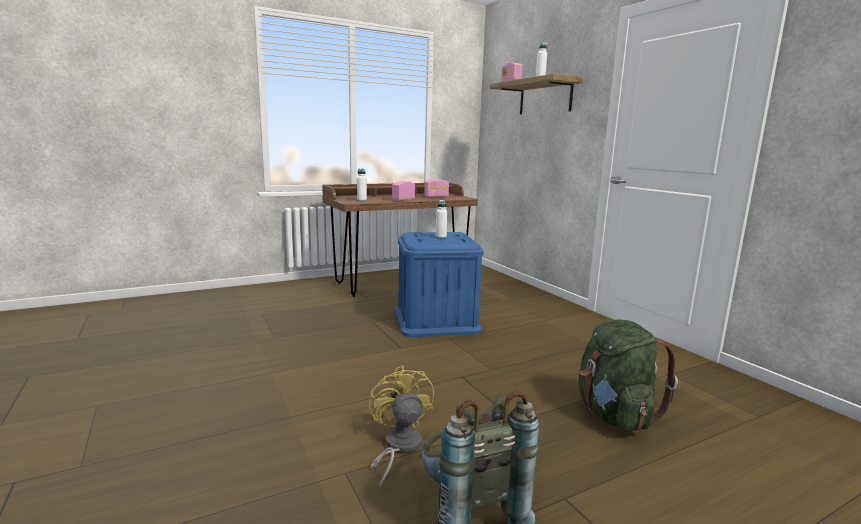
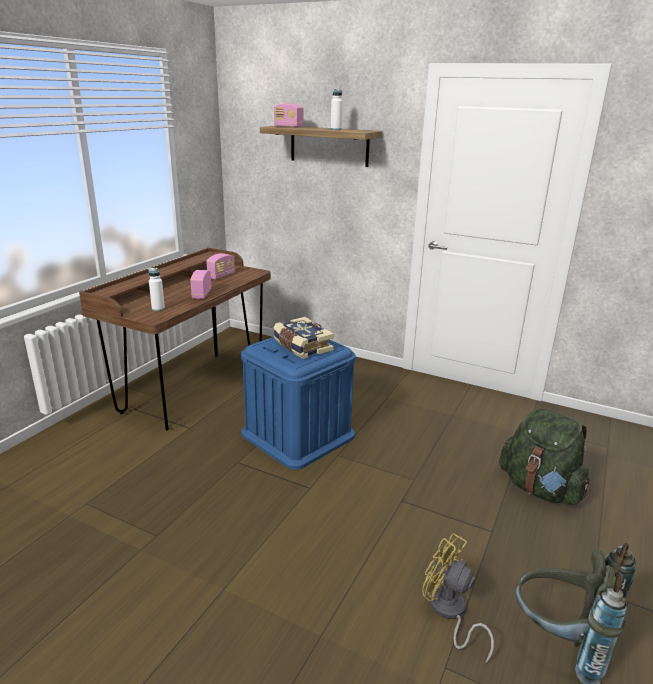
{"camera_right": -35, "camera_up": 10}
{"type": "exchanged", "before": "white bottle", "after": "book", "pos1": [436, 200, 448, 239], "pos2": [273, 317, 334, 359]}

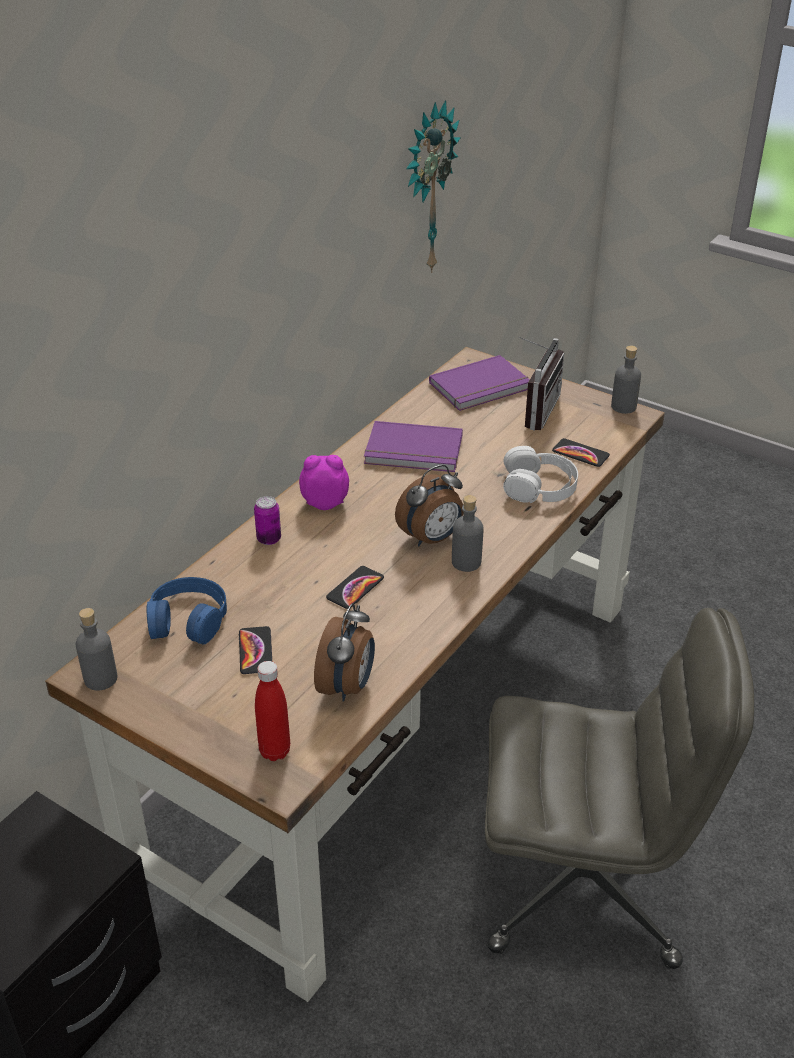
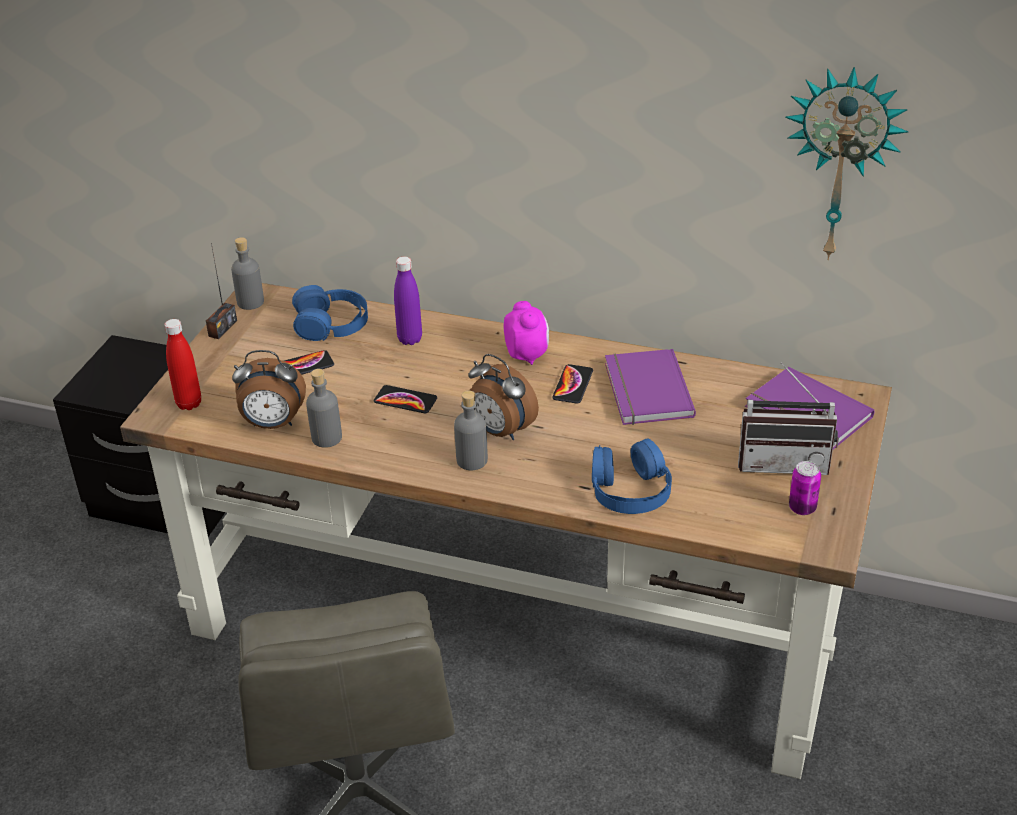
{"camera_right": 75, "camera_up": 0}
{"type": "relocated", "before": "can", "pos1": [254, 496, 281, 545], "pos2": [789, 461, 821, 515]}
{"type": "colour", "before": "white headphones", "after": "blue headphones", "pos1": [503, 446, 578, 503], "pos2": [592, 439, 672, 514]}
{"type": "relocated", "before": "phone", "pos1": [552, 438, 610, 467], "pos2": [552, 364, 593, 404]}
{"type": "relocated", "before": "grey bottle", "pos1": [611, 345, 641, 414], "pos2": [306, 369, 342, 448]}
{"type": "appeared", "after": "radio", "pos2": [206, 243, 237, 339]}
{"type": "appeared", "after": "purple bottle", "pos2": [394, 256, 422, 345]}

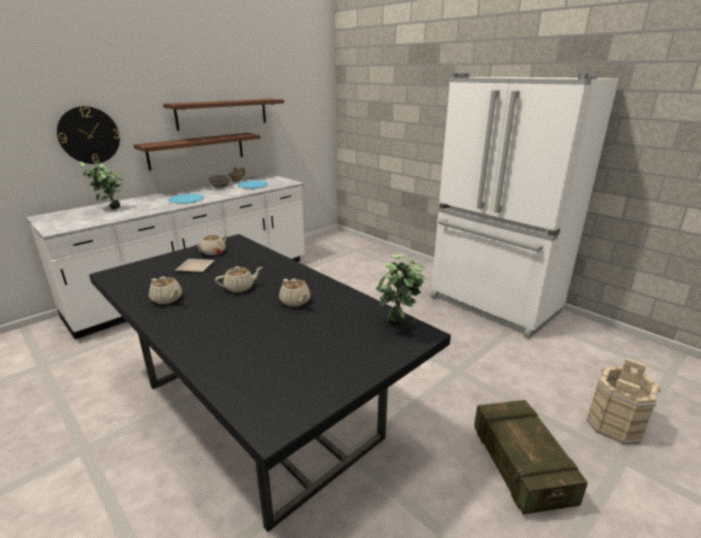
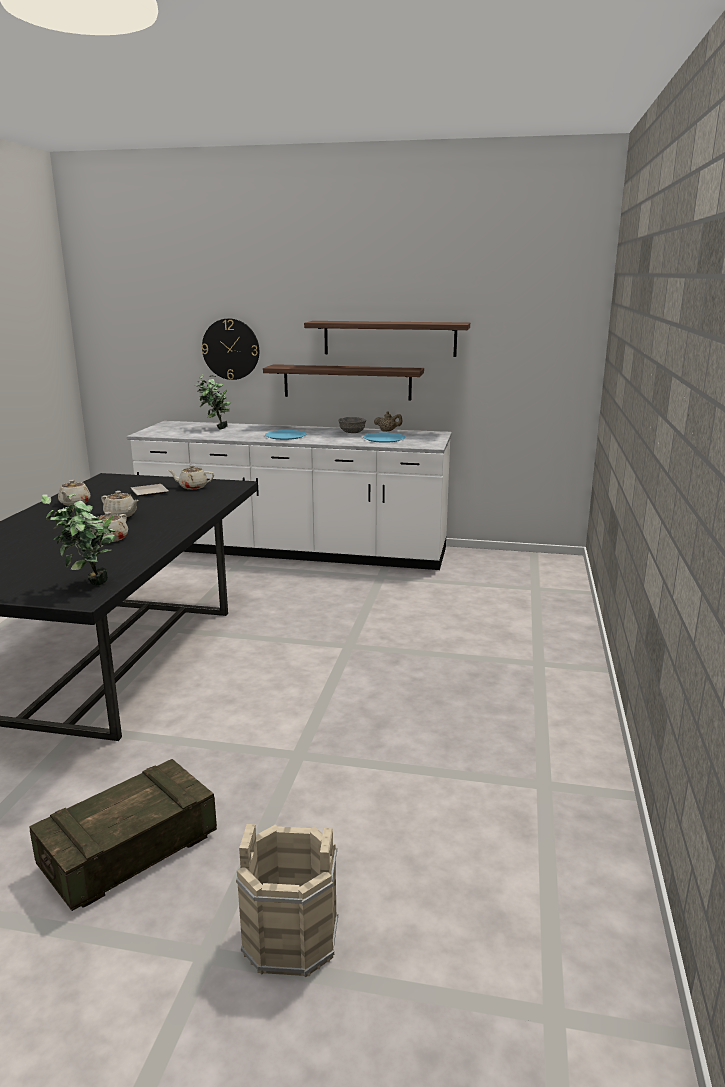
{"camera_right": 55, "camera_up": -5}
{"type": "missing", "before": "white fridge", "pos1": [430, 73, 619, 339]}

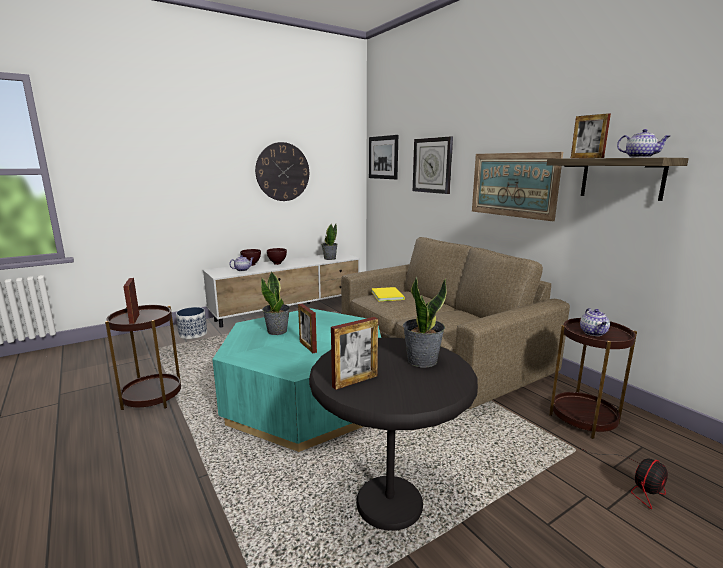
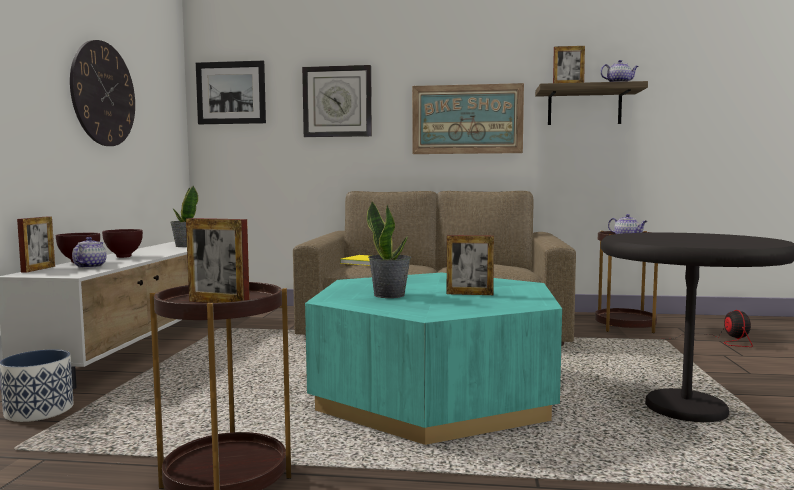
{"camera_right": -50, "camera_up": -10}
{"type": "relocated", "before": "picture frame", "pos1": [331, 317, 378, 390], "pos2": [17, 217, 55, 273]}
{"type": "missing", "before": "potted plant", "pos1": [403, 277, 447, 367]}

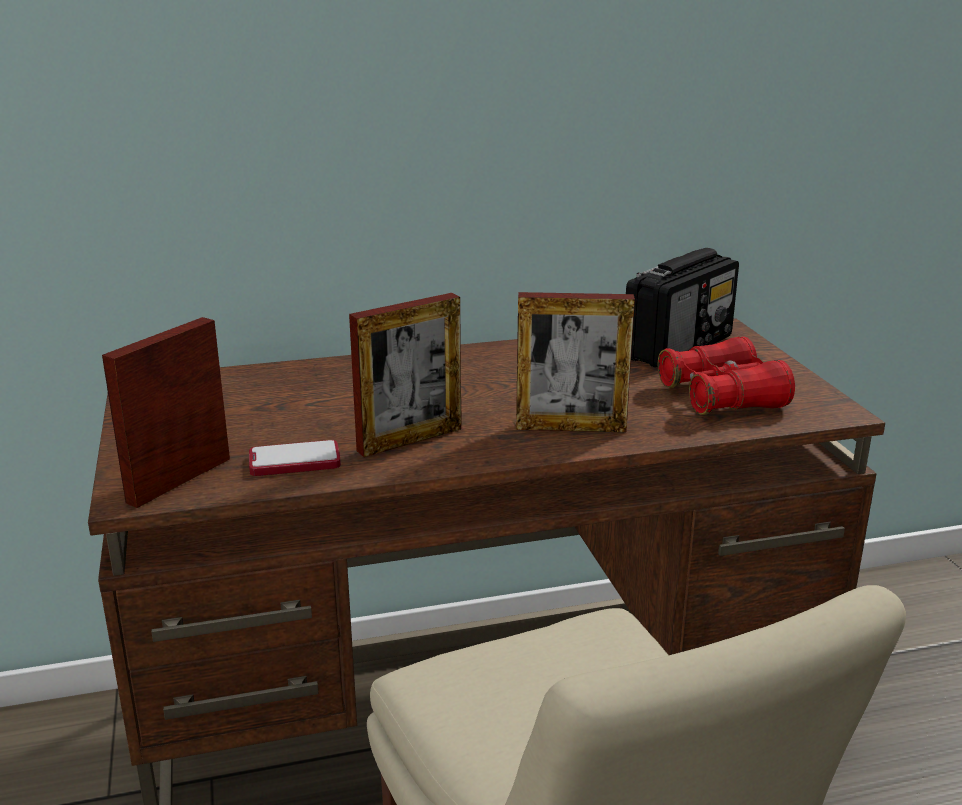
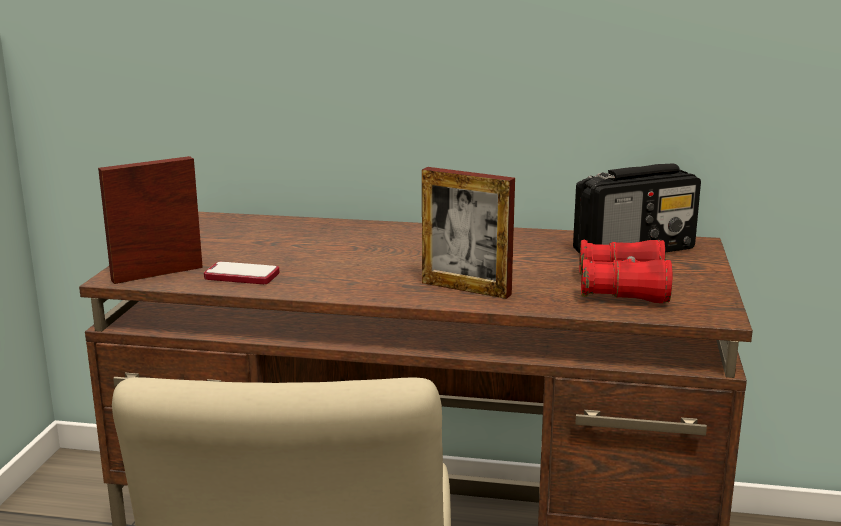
{"camera_right": 25, "camera_up": -5}
{"type": "missing", "before": "picture frame", "pos1": [349, 293, 461, 457]}

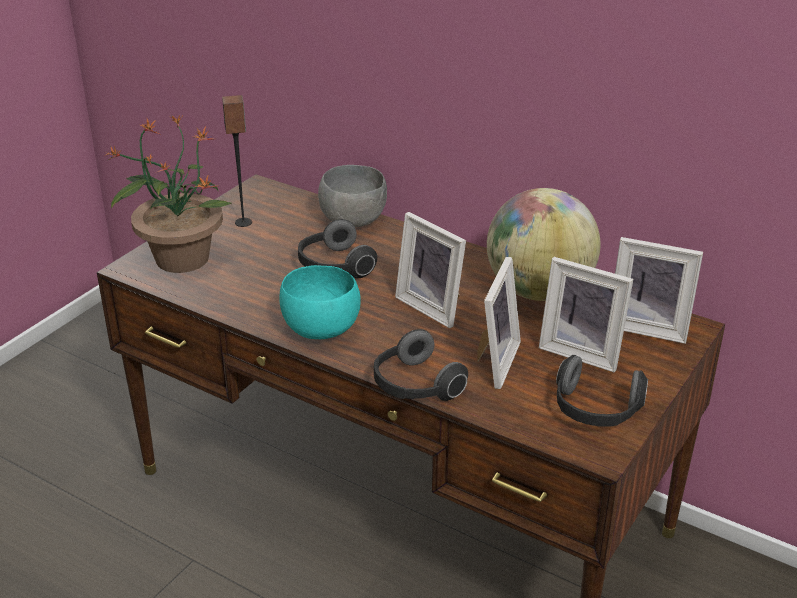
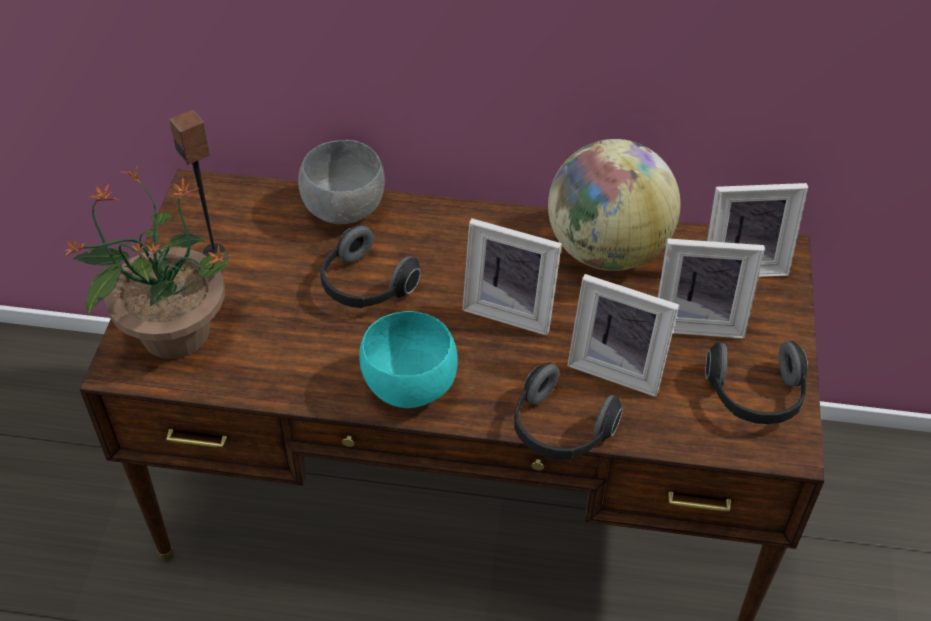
{"camera_right": -25, "camera_up": 15}
{"type": "spun", "before": "picture frame", "pos1": [477, 257, 521, 389], "pos2": [567, 274, 679, 397], "turn": 120}

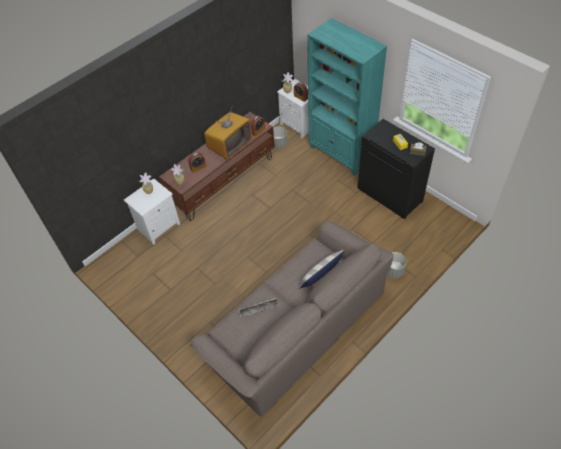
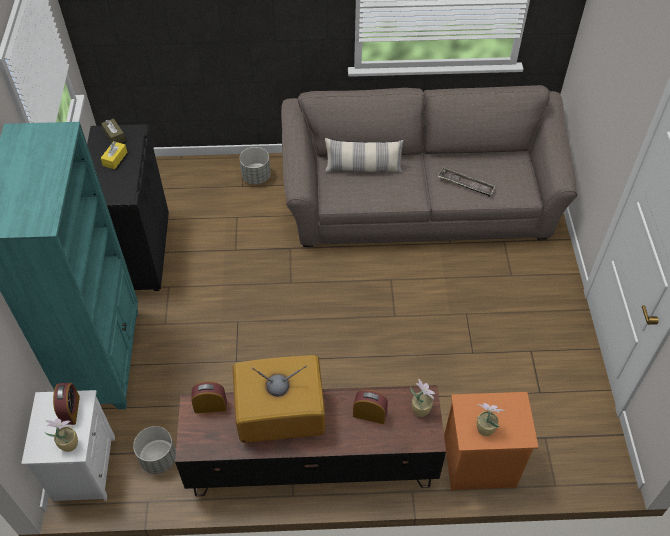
{"camera_right": -140, "camera_up": 0}
{"type": "colour", "before": "white nightstand", "after": "orange nightstand", "pos1": [124, 178, 180, 245], "pos2": [444, 392, 539, 490]}

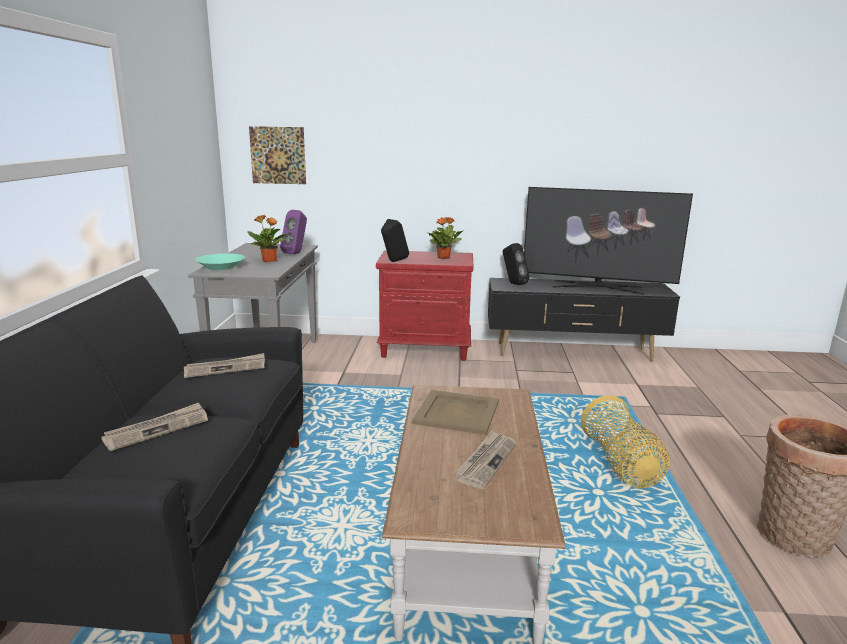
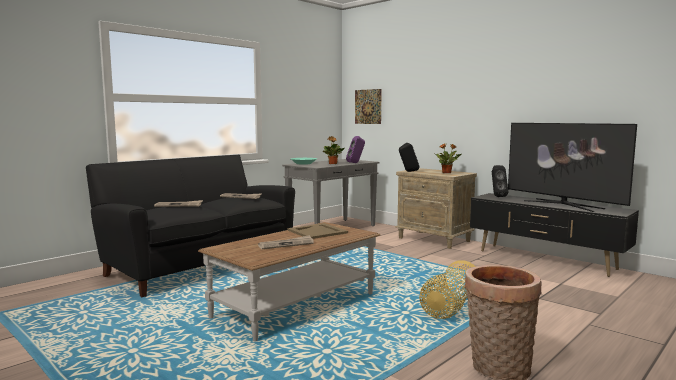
{"camera_right": 40, "camera_up": -10}
{"type": "colour", "before": "red nightstand", "after": "beige nightstand", "pos1": [376, 250, 473, 361], "pos2": [395, 168, 477, 249]}

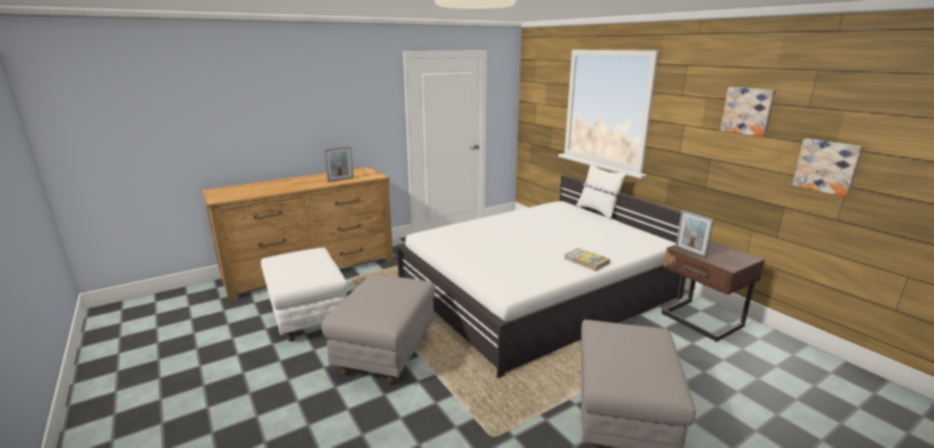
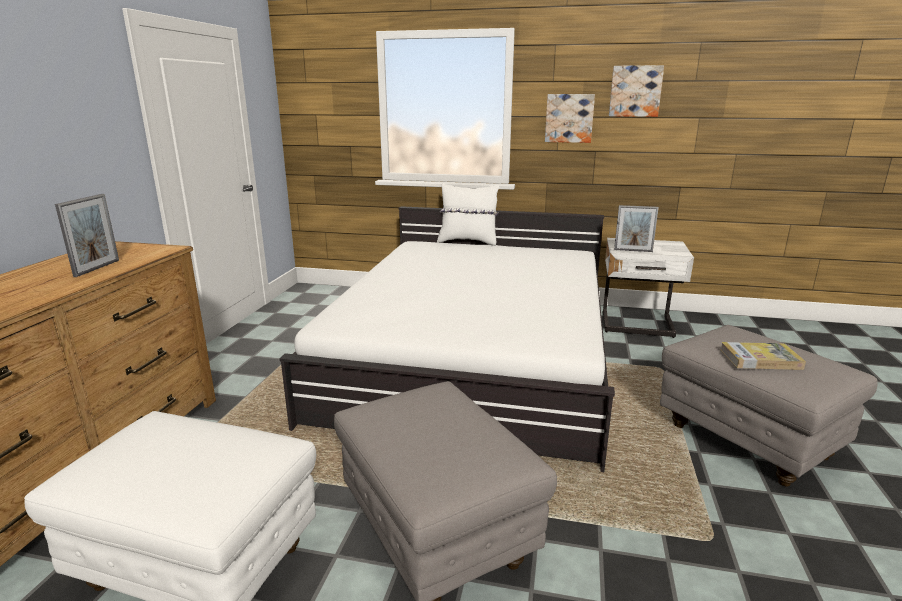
{"camera_right": -45, "camera_up": 0}
{"type": "relocated", "before": "book", "pos1": [564, 248, 610, 271], "pos2": [720, 342, 806, 370]}
{"type": "colour", "before": "brown nightstand", "after": "white nightstand", "pos1": [662, 241, 765, 342], "pos2": [603, 238, 694, 338]}
{"type": "relocated", "before": "picture", "pos1": [792, 138, 863, 197], "pos2": [545, 94, 595, 143]}

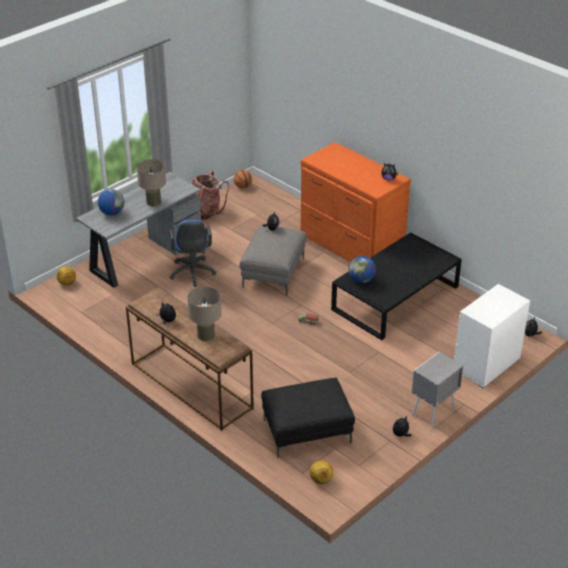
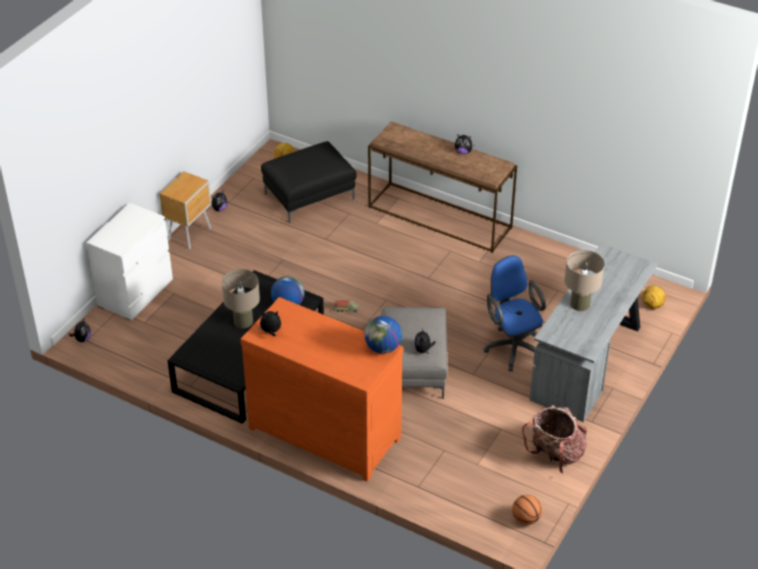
{"camera_right": 165, "camera_up": 5}
{"type": "relocated", "before": "globe", "pos1": [98, 189, 124, 216], "pos2": [364, 316, 402, 354]}
{"type": "relocated", "before": "beige table lamp", "pos1": [187, 287, 222, 341], "pos2": [222, 269, 260, 328]}
{"type": "colour", "before": "grey nightstand", "after": "brown nightstand", "pos1": [412, 352, 463, 428], "pos2": [159, 171, 211, 249]}

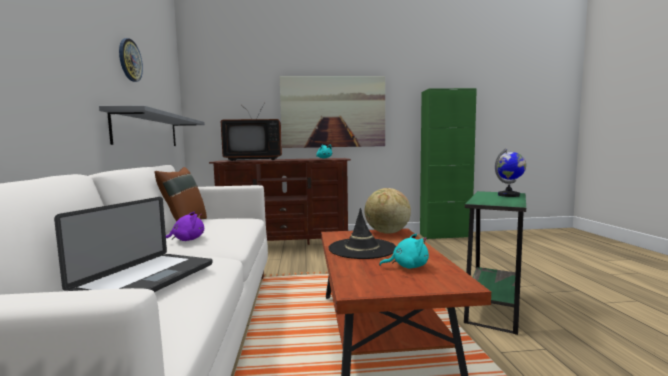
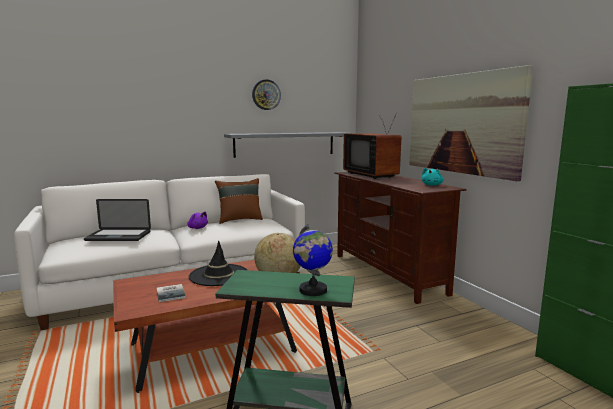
{"camera_right": 70, "camera_up": 5}
{"type": "exchanged", "before": "turquoise plush toy", "after": "book", "pos1": [379, 234, 429, 269], "pos2": [156, 284, 186, 302]}

